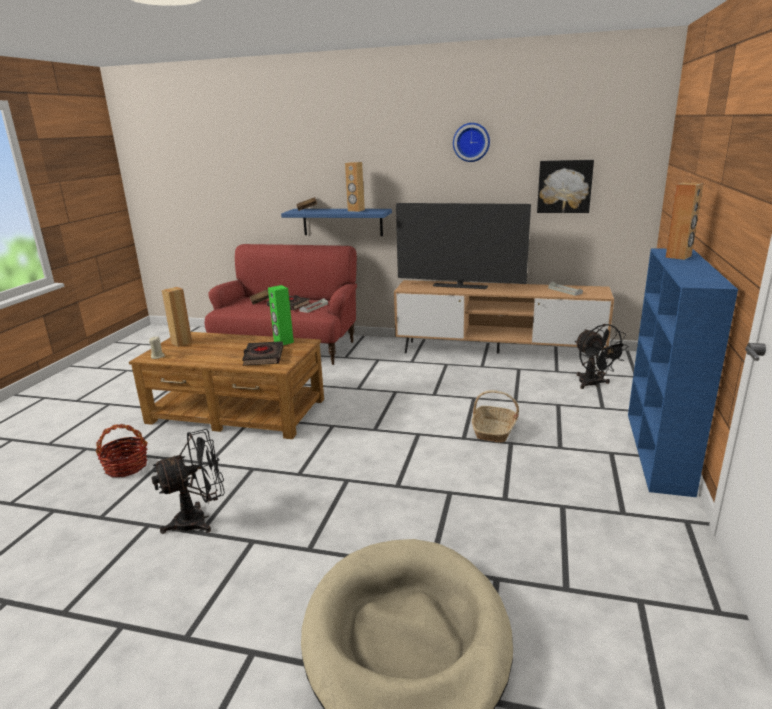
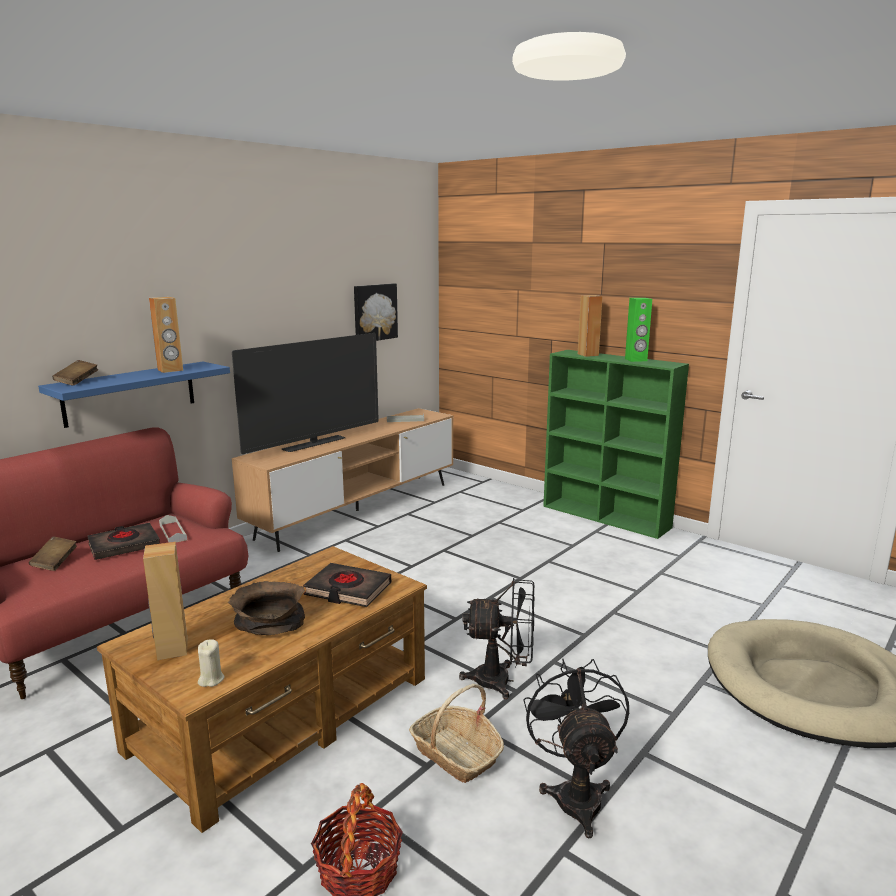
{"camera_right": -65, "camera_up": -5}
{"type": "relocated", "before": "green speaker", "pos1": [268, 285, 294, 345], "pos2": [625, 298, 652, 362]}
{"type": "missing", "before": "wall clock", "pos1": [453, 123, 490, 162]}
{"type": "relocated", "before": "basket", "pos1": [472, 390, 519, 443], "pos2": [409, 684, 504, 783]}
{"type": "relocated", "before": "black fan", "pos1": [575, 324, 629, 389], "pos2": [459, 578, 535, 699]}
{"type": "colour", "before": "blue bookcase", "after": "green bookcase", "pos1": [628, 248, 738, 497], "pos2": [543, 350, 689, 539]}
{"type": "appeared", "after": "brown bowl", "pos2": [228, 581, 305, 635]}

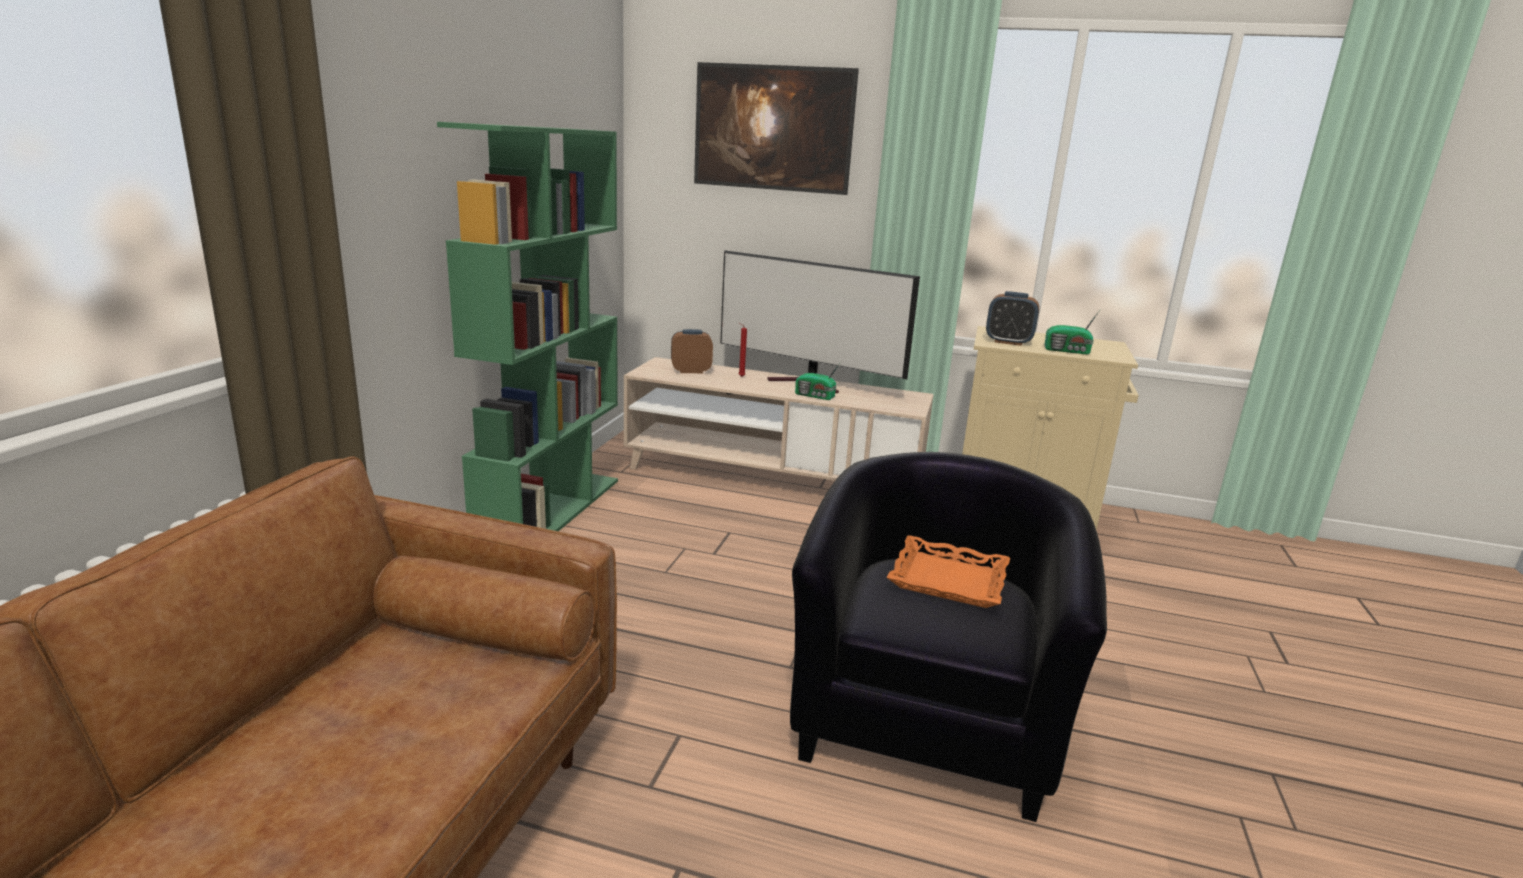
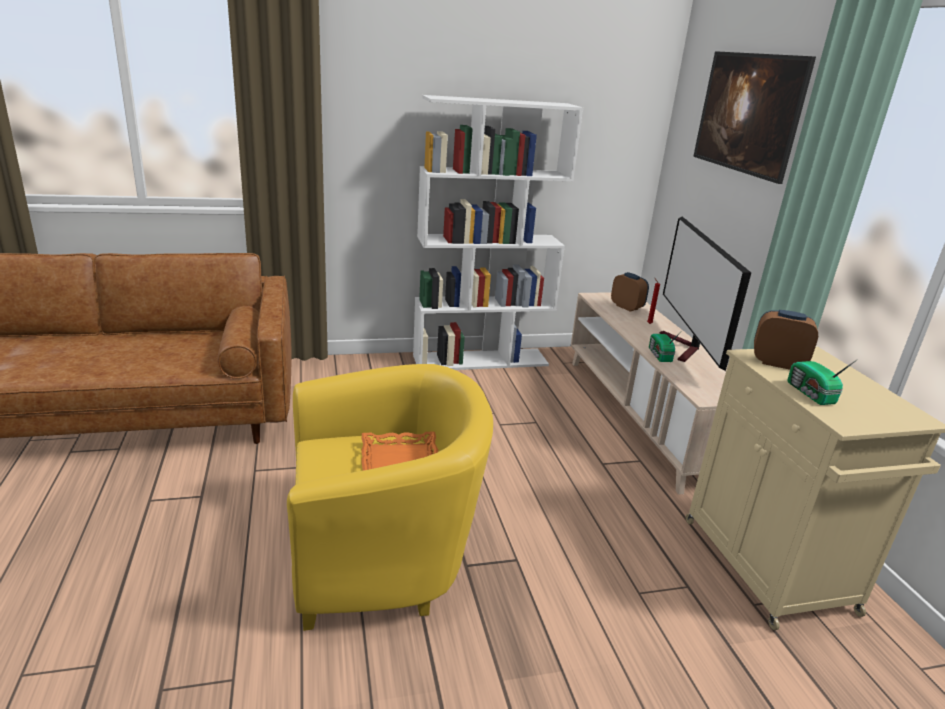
{"camera_right": 60, "camera_up": 5}
{"type": "colour", "before": "green bookcase", "after": "white bookcase", "pos1": [437, 122, 618, 531], "pos2": [413, 95, 583, 370]}
{"type": "colour", "before": "black armchair", "after": "yellow armchair", "pos1": [790, 452, 1107, 822], "pos2": [287, 364, 493, 631]}
{"type": "spun", "before": "alarm clock", "pos1": [986, 291, 1039, 346], "pos2": [754, 310, 818, 370], "turn": 120}

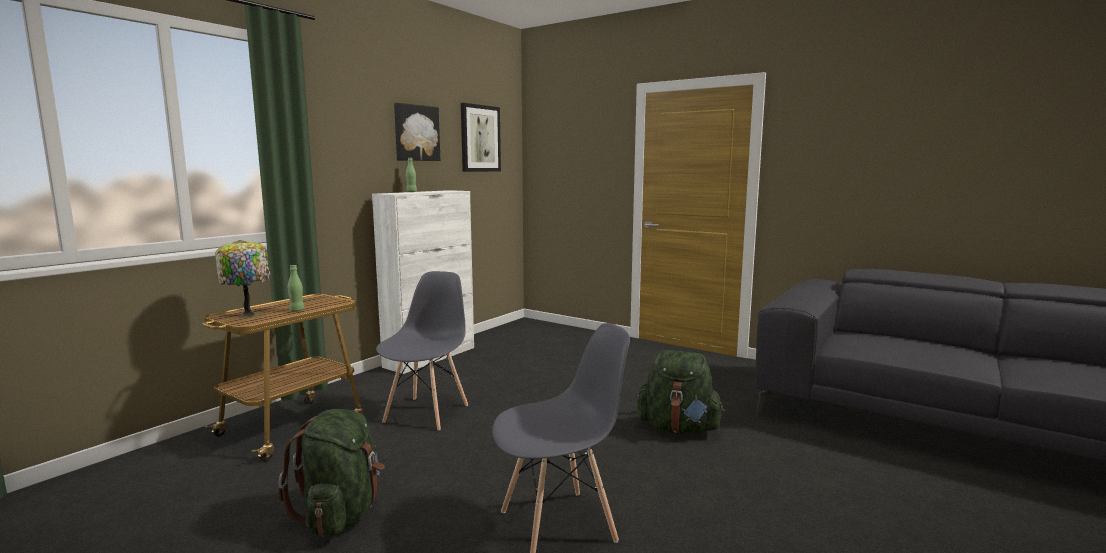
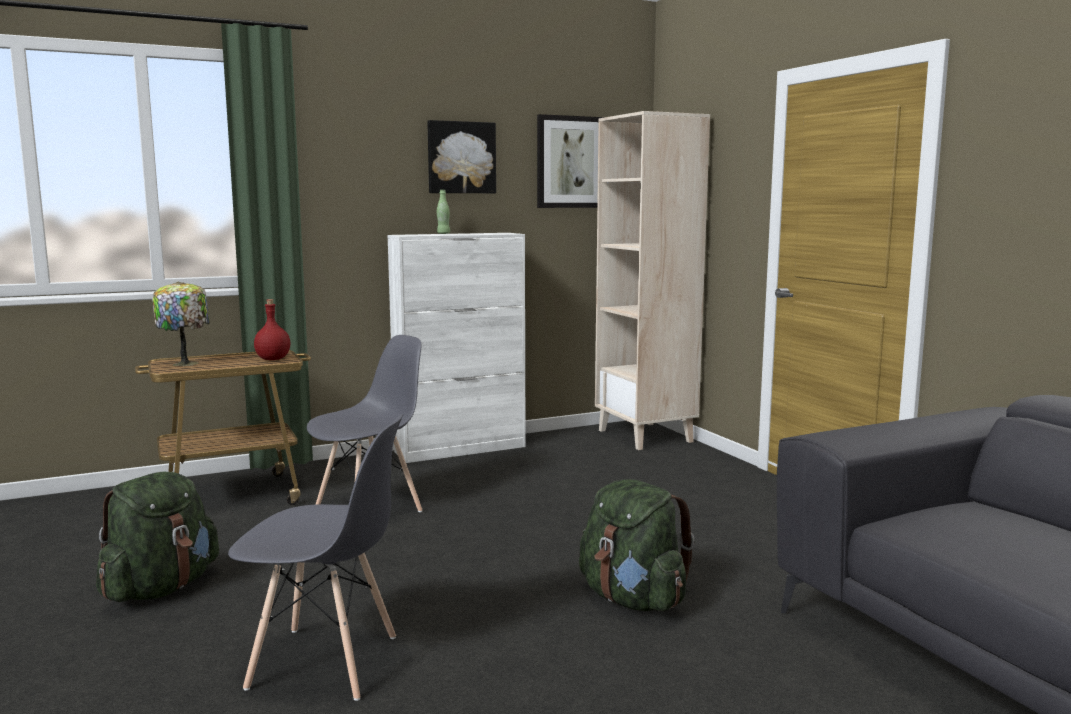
{"camera_right": 30, "camera_up": 0}
{"type": "missing", "before": "green bottle", "pos1": [288, 265, 304, 311]}
{"type": "appeared", "after": "red bottle", "pos2": [254, 299, 290, 360]}
{"type": "appeared", "after": "beige bookcase", "pos2": [595, 111, 710, 450]}

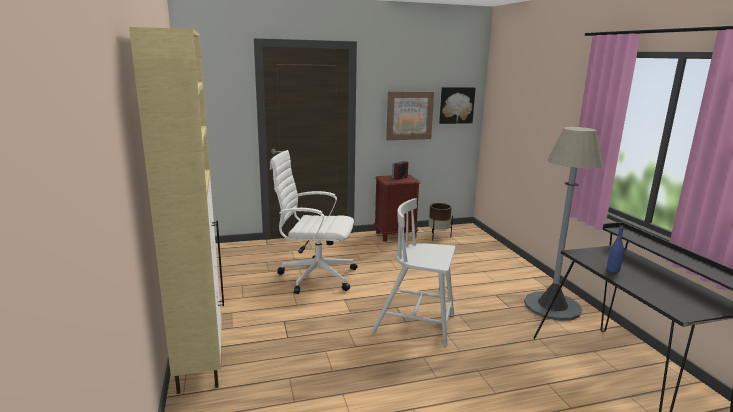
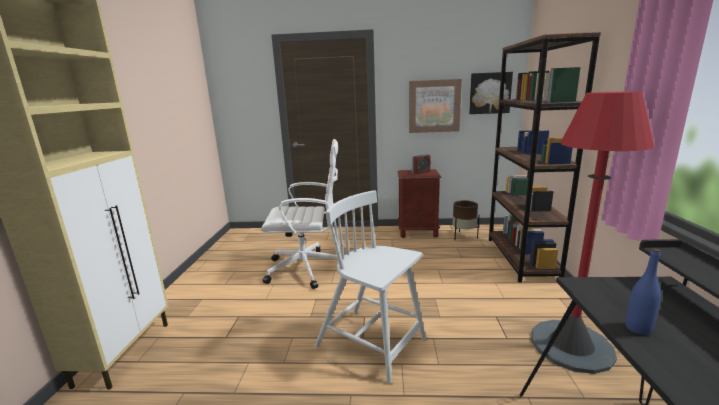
{"camera_right": 20, "camera_up": 0}
{"type": "spun", "before": "white office chair", "pos1": [270, 150, 358, 294], "pos2": [261, 139, 338, 289], "turn": 150}
{"type": "colour", "before": "grey floor lamp", "after": "red floor lamp", "pos1": [524, 127, 604, 321], "pos2": [531, 91, 654, 374]}
{"type": "appeared", "after": "brown bookcase", "pos2": [489, 32, 601, 282]}

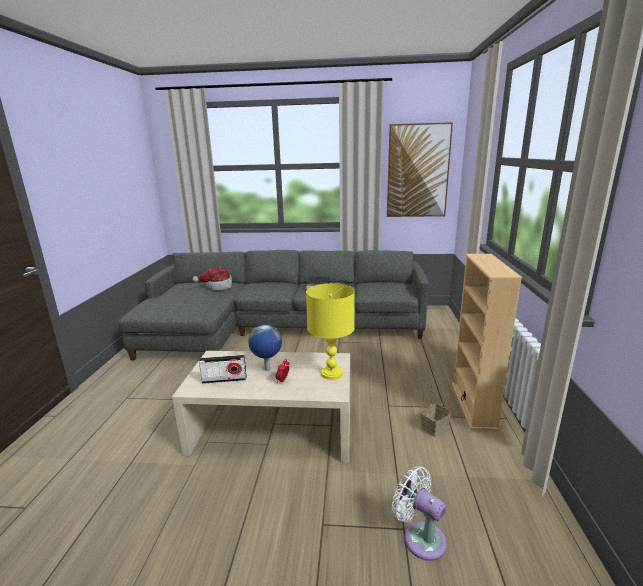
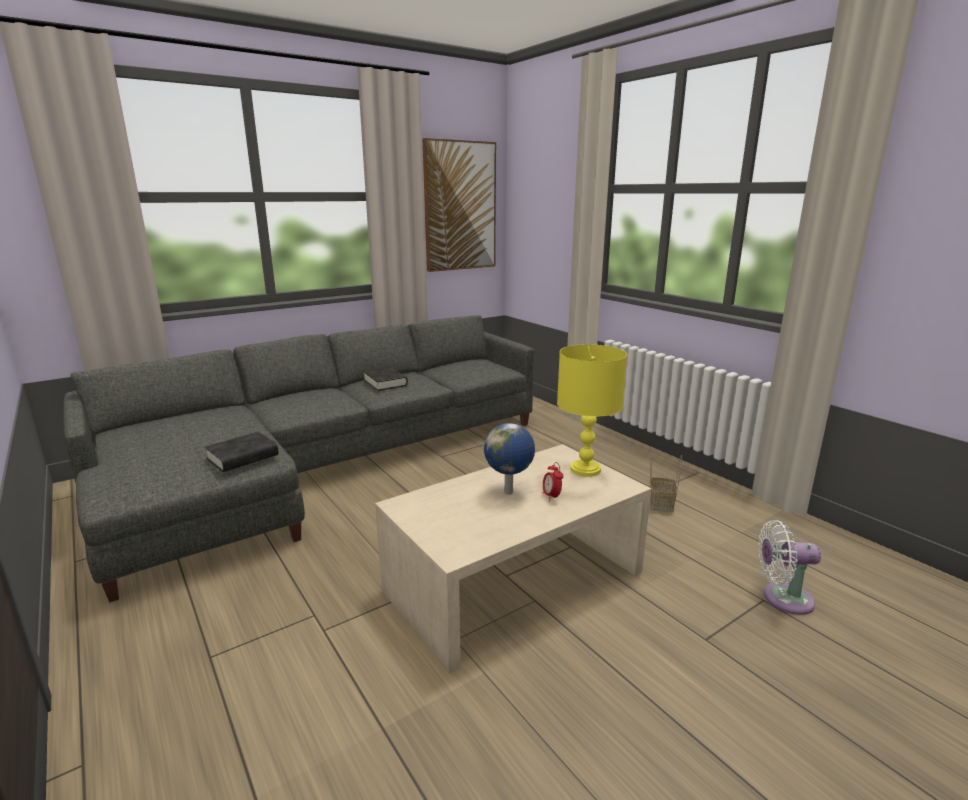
{"camera_right": -40, "camera_up": 0}
{"type": "missing", "before": "hat", "pos1": [193, 267, 232, 291]}
{"type": "missing", "before": "radio", "pos1": [199, 355, 247, 384]}
{"type": "missing", "before": "beige bookcase", "pos1": [452, 254, 522, 431]}
{"type": "appeared", "after": "black book", "pos2": [204, 432, 279, 472]}

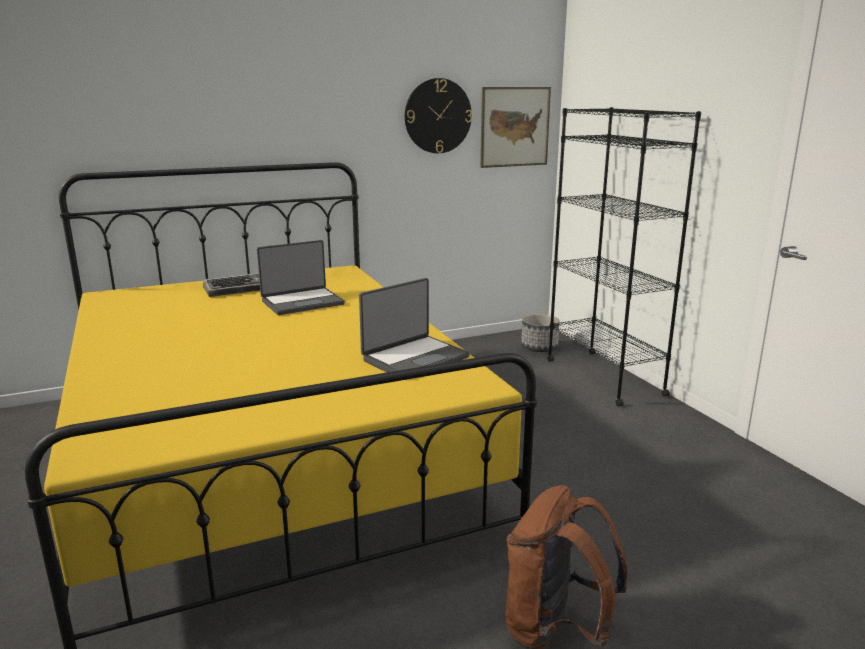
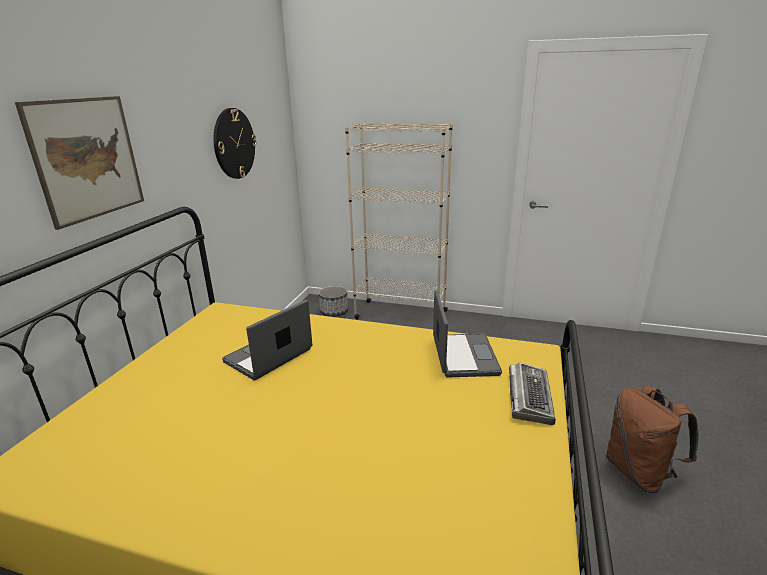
{"camera_right": -50, "camera_up": 5}
{"type": "relocated", "before": "keyboard", "pos1": [203, 273, 260, 297], "pos2": [509, 362, 556, 425]}
{"type": "spun", "before": "laptop", "pos1": [257, 240, 345, 315], "pos2": [222, 300, 312, 381], "turn": -150}
{"type": "relocated", "before": "picture", "pos1": [480, 87, 551, 168], "pos2": [15, 96, 144, 230]}
{"type": "colour", "before": "black bookcase", "after": "beige bookcase", "pos1": [547, 107, 701, 407], "pos2": [345, 123, 453, 319]}

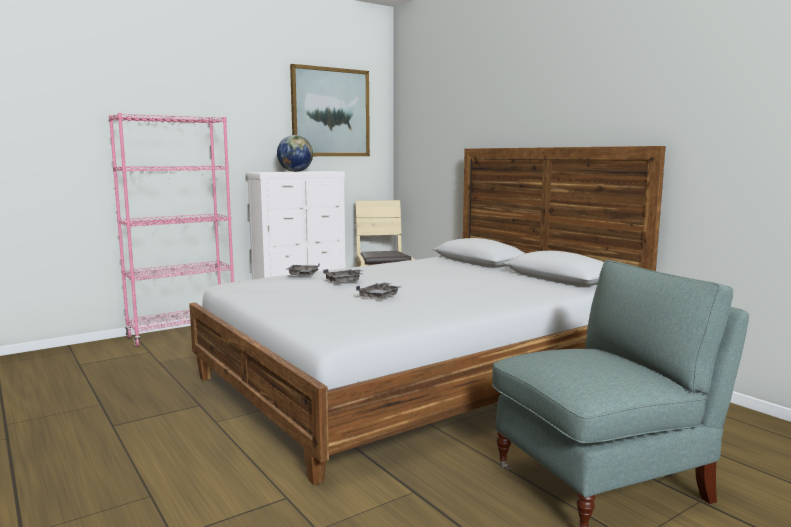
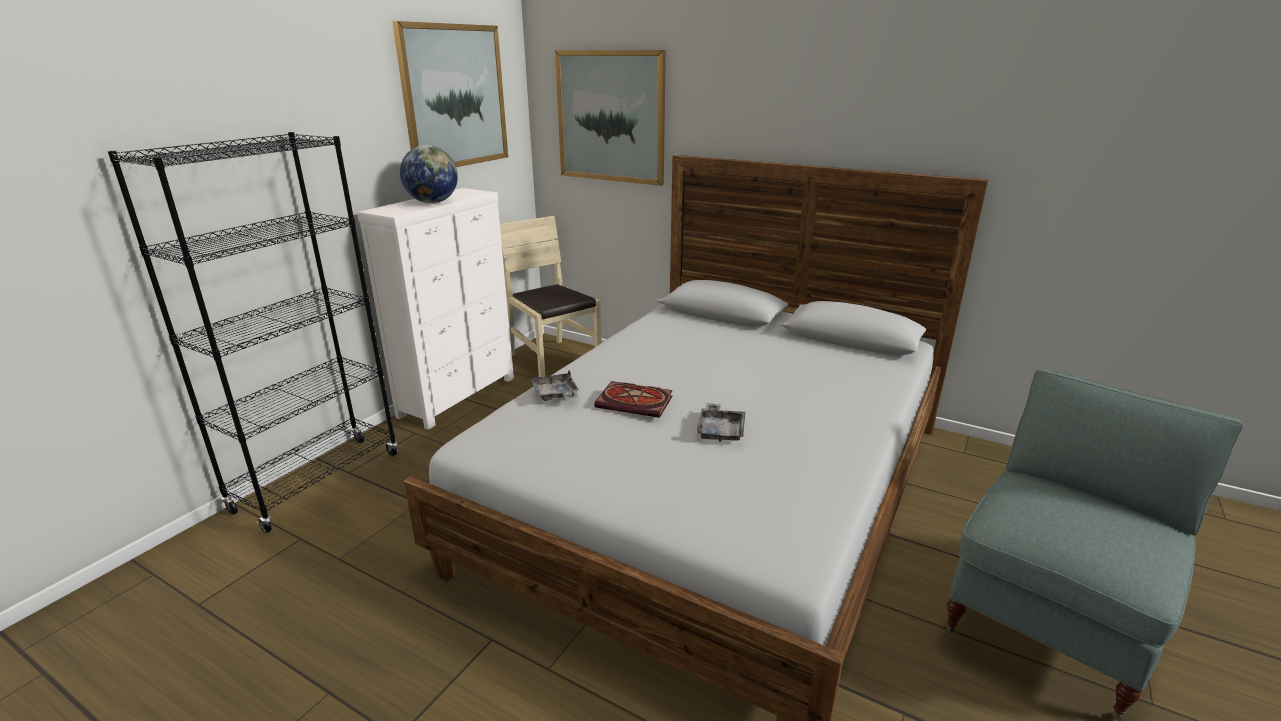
{"camera_right": -25, "camera_up": 15}
{"type": "colour", "before": "pink bookcase", "after": "black bookcase", "pos1": [109, 113, 234, 347], "pos2": [108, 132, 398, 533]}
{"type": "exchanged", "before": "grey tray", "after": "book", "pos1": [323, 269, 363, 282], "pos2": [594, 381, 673, 418]}
{"type": "appeared", "after": "picture", "pos2": [555, 50, 666, 186]}

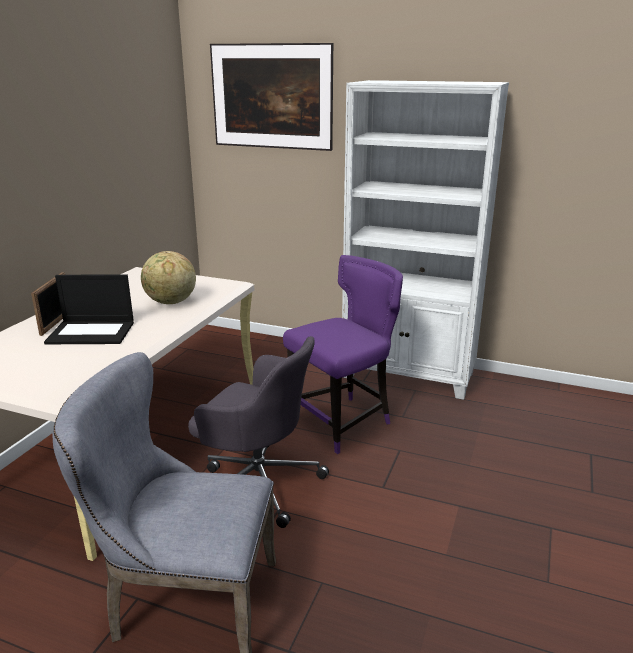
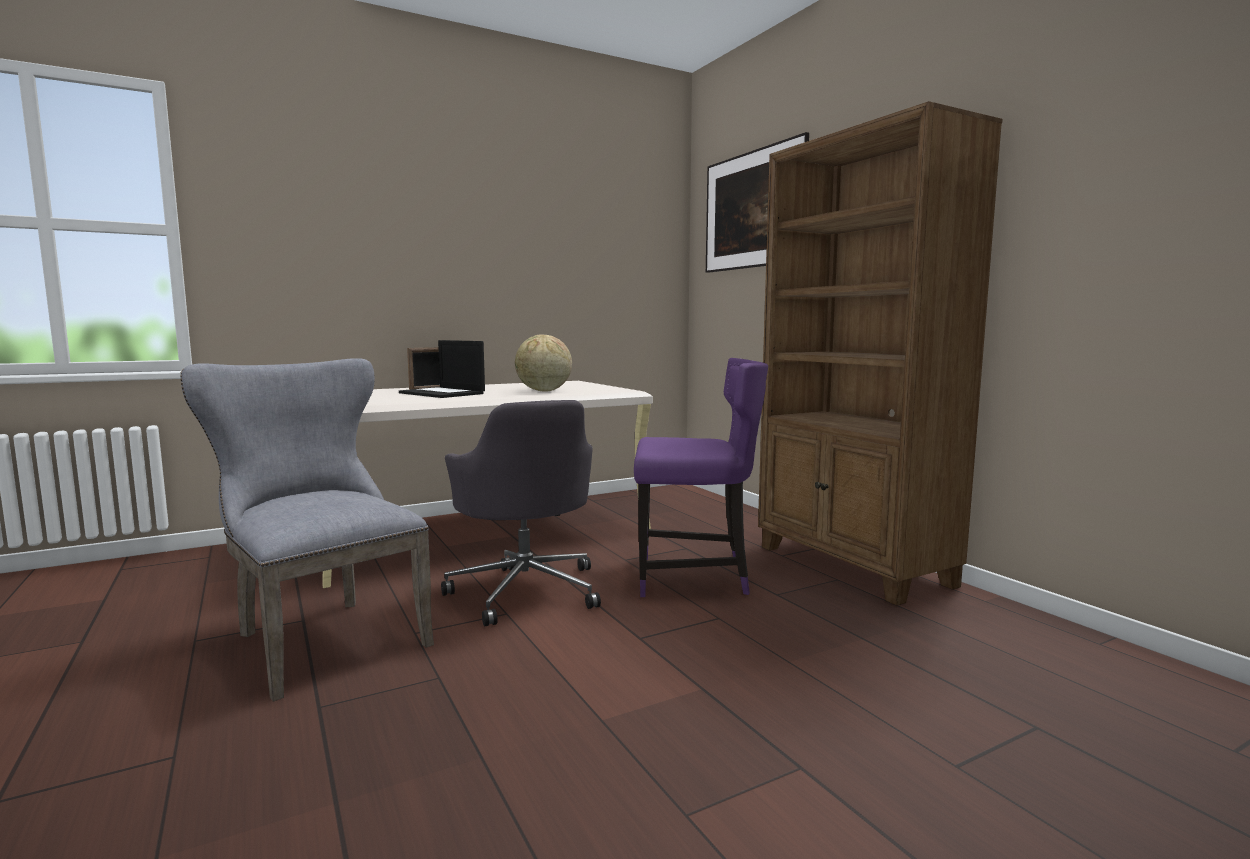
{"camera_right": 40, "camera_up": -15}
{"type": "colour", "before": "white bookcase", "after": "brown bookcase", "pos1": [342, 80, 509, 400], "pos2": [758, 101, 1003, 606]}

